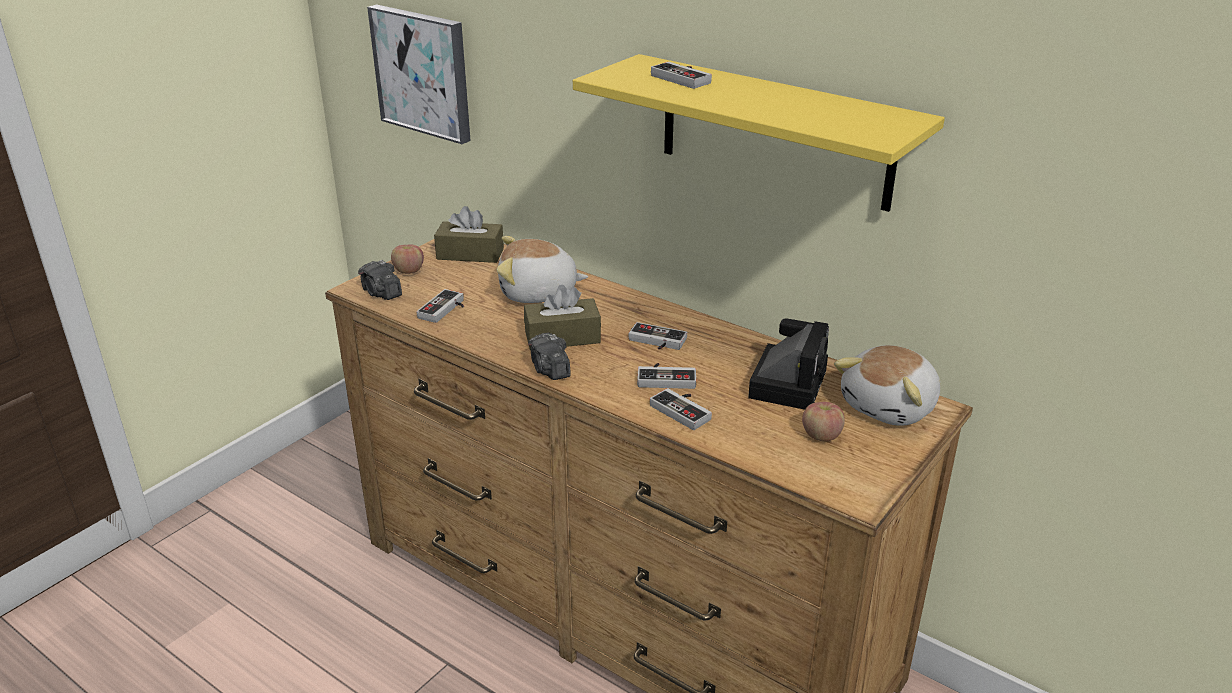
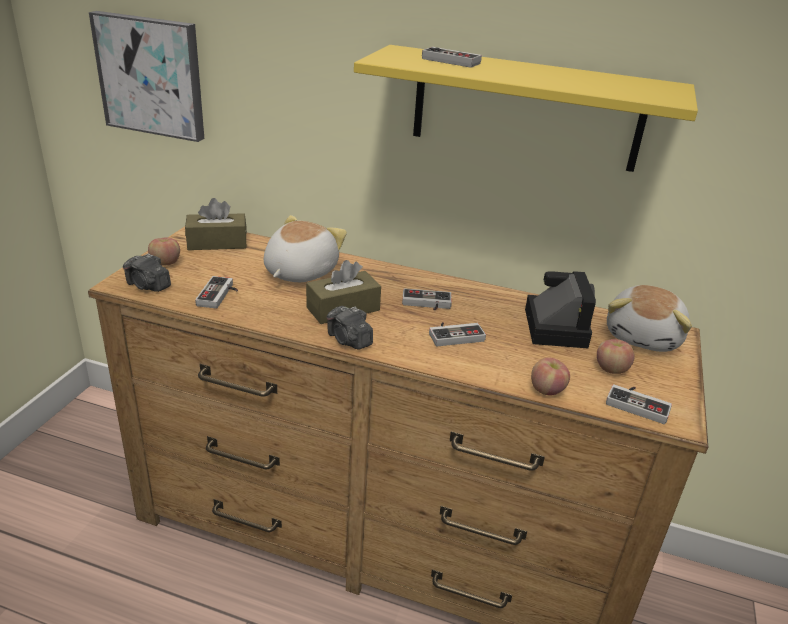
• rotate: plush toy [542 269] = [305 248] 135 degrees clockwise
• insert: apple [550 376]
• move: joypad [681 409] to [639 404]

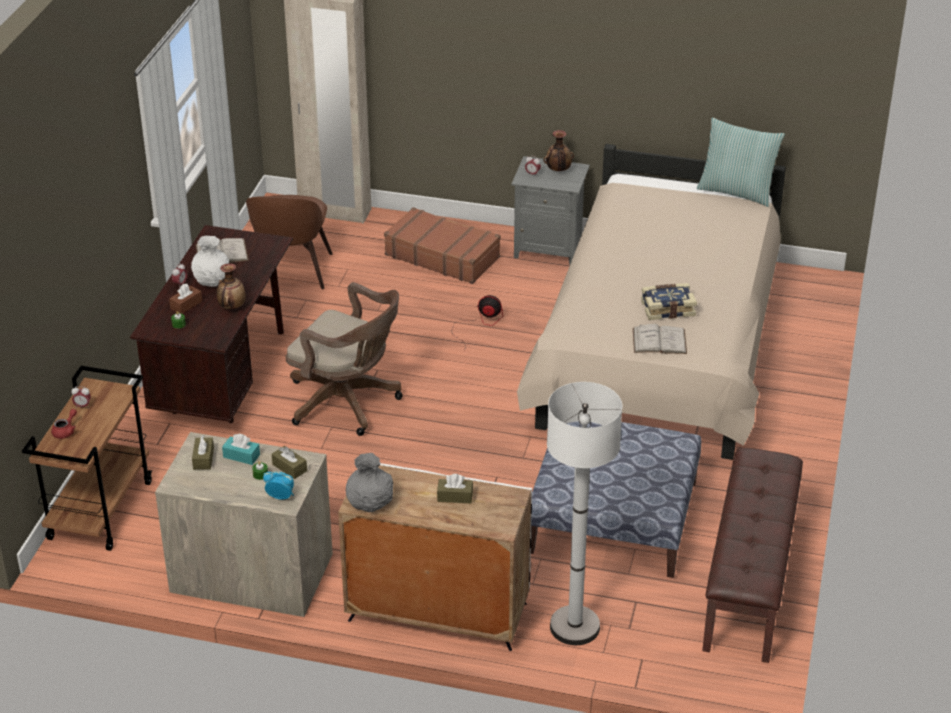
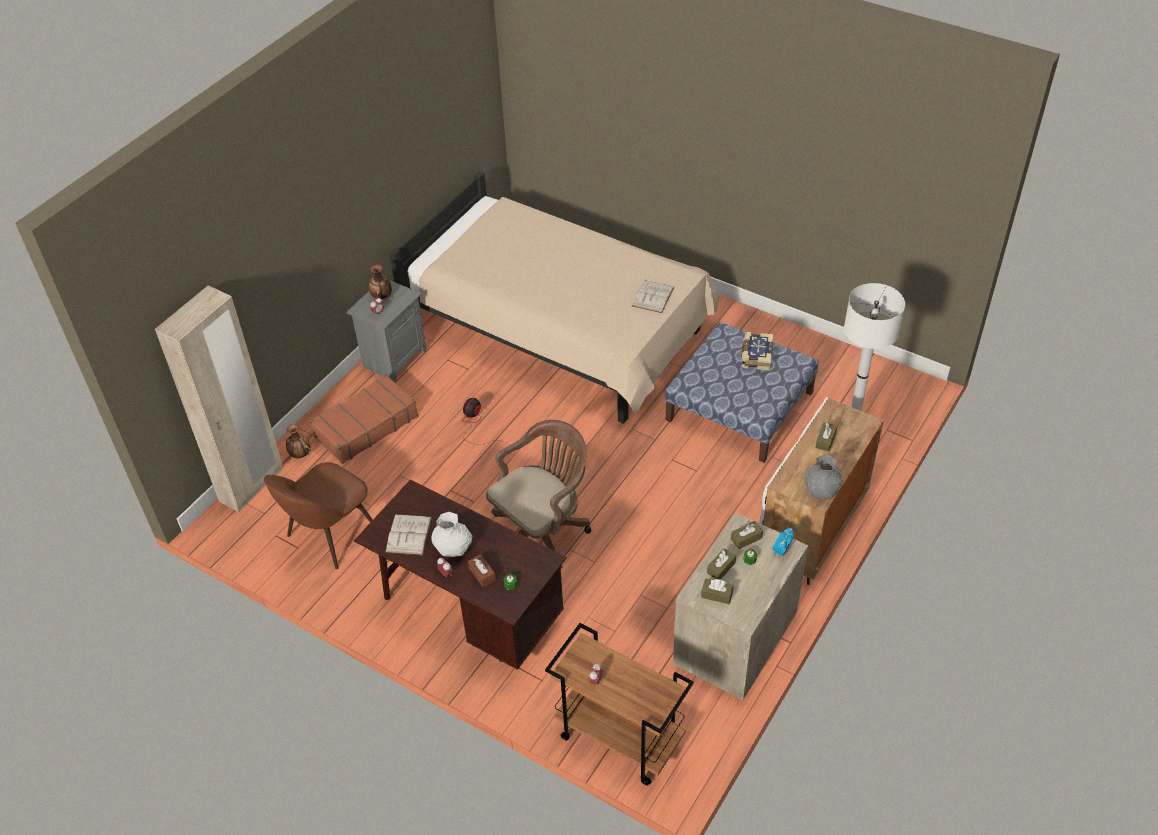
• rotate: brown upright chair [289 242] = [318 515] 105 degrees clockwise
• move: flower vase [231 286] to [298 441]
• recolor: blue-green tissue holder [241 449] to brown tissue holder [721 564]
• move: volume [669 301] to [757 351]
• delete: reddish tea pot [64 424]
• delete: throw pillow [741 162]
• delete: brown long seat [752 555]

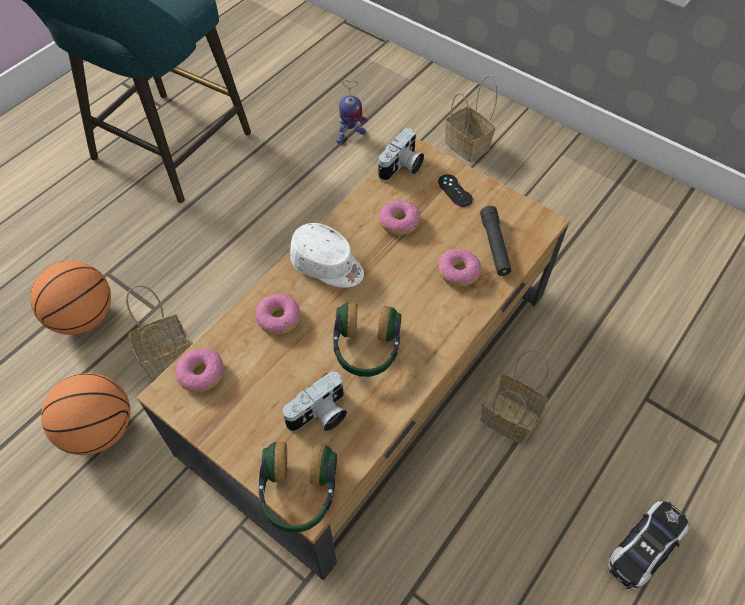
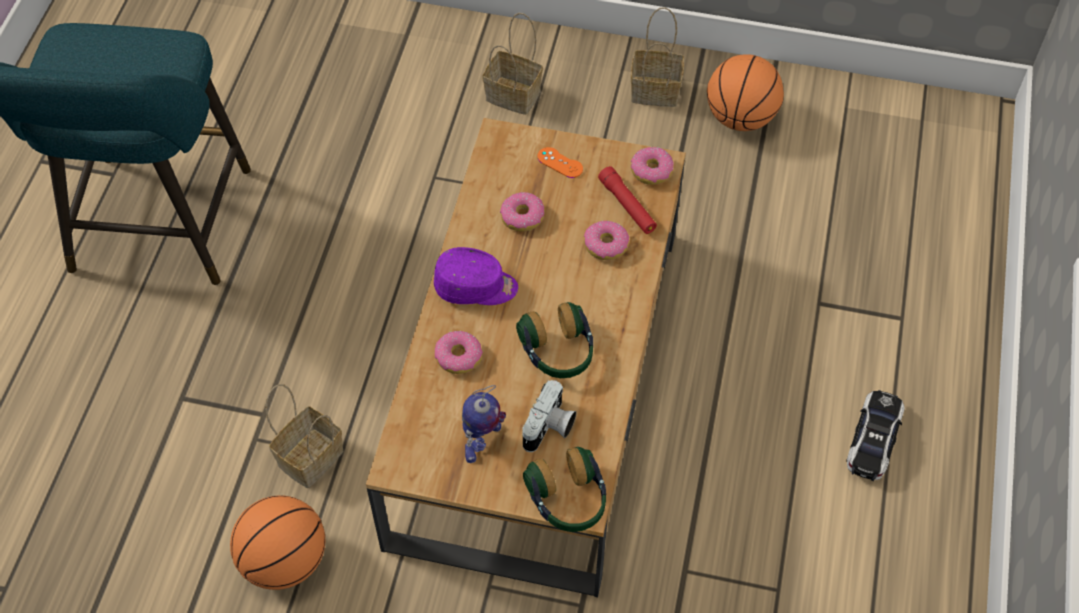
• recolor: white peaked cap [327 255] to purple peaked cap [476 276]
• move: model robot [352 112] to [484 424]
• recolor: black joypad [455 190] to orangey joypad [560 162]
• recolor: black flashlight [496 241] to reddish flashlight [627 200]
• move: storage basket [515 397] to [657 57]
• move: doughnut [200 370] to [652 166]
• move: basketball [70 298] to [745 92]
• delete: photo camera [401 154]

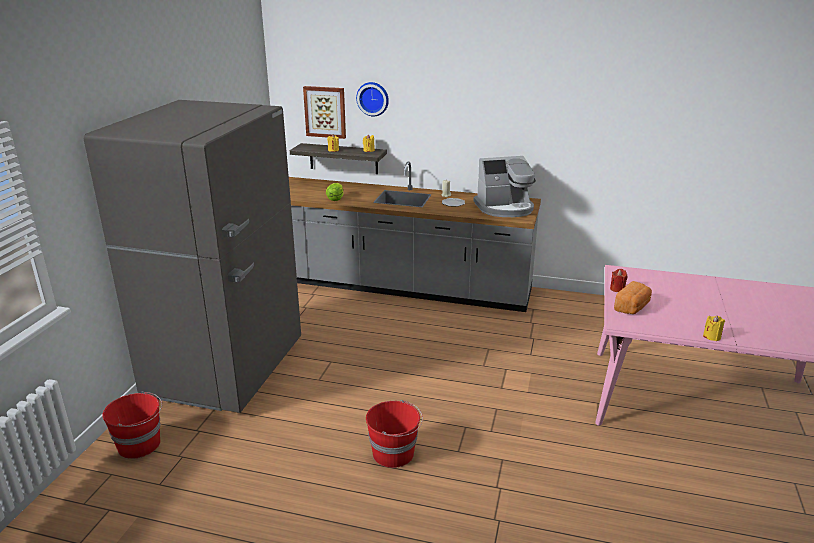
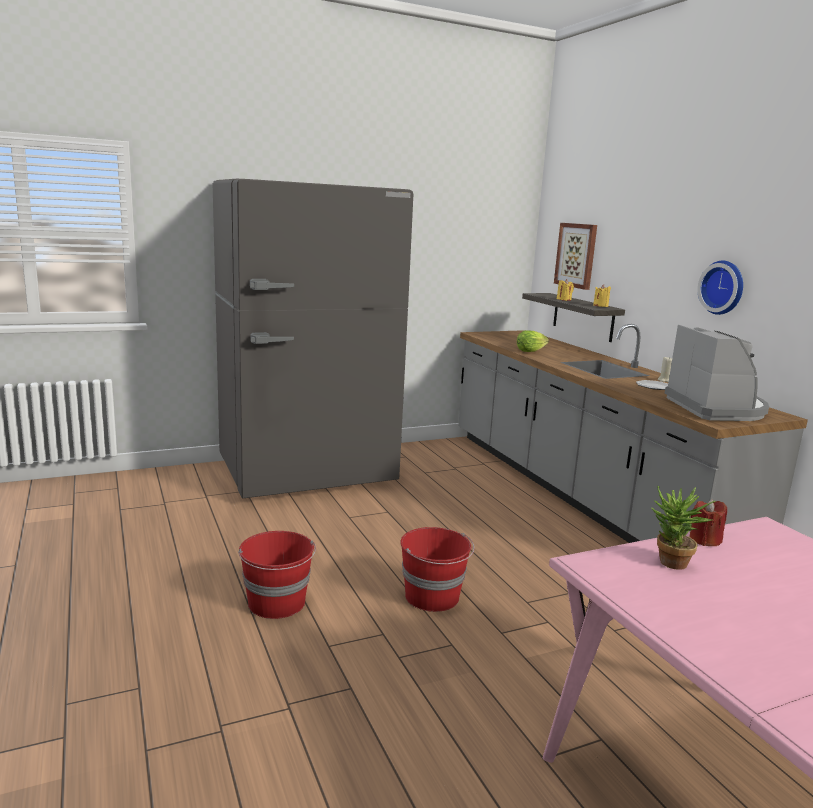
• move: reddish pail [132 425] to [437 569]
• replace: baked bread [633 297] to plant in a pot [683 528]
• rotate: coffee machine [504 186] = [716 373] 135 degrees counterclockwise
• move: clock on the wall [372 99] to [720 288]
• delete: yellowish candle [714 328]

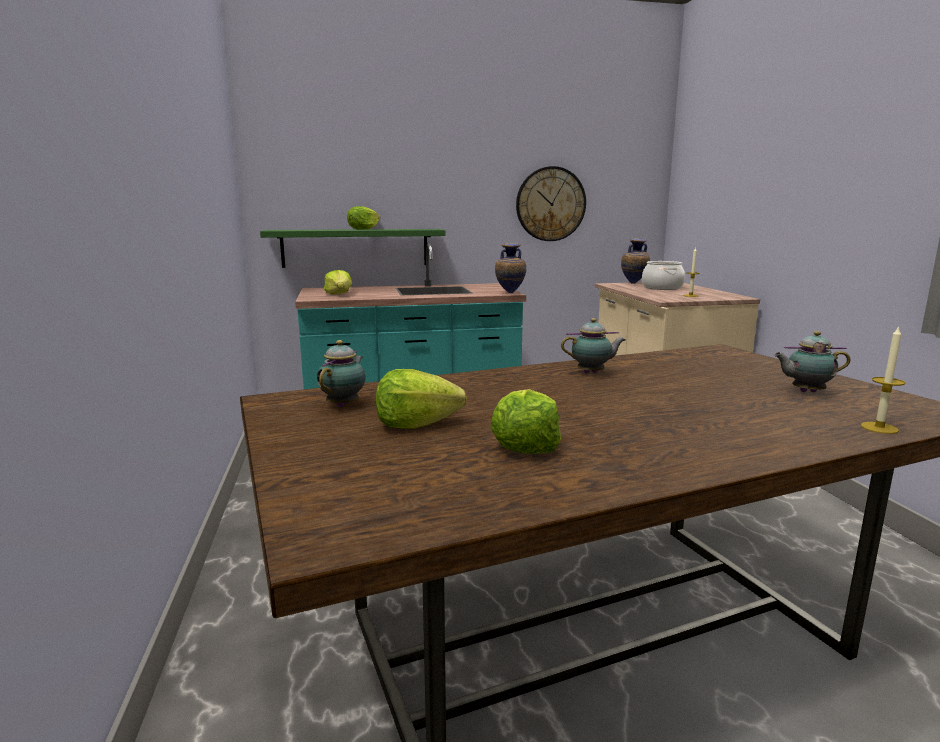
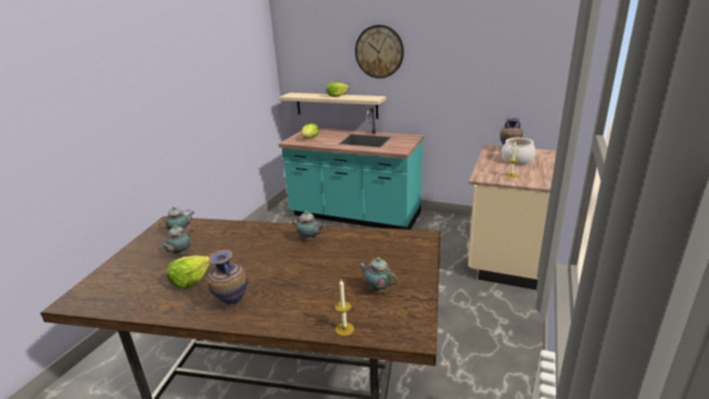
• replace: lettuce [421 399] to tea pot [176 240]
• move: flower vase [510 268] to [227 277]
• recolor: greenish wall shelf [352 248] to beige-coloured wall shelf [332 106]
• move: clock on the wall [551 203] to [379 51]

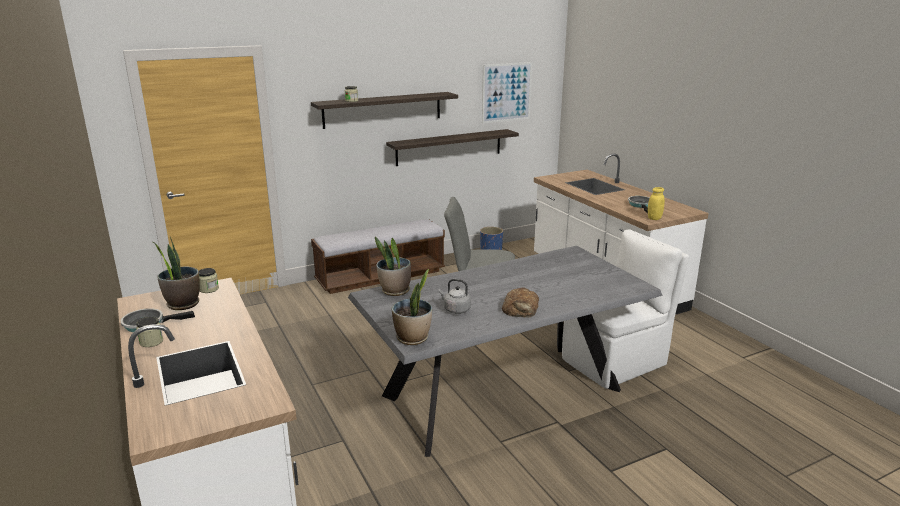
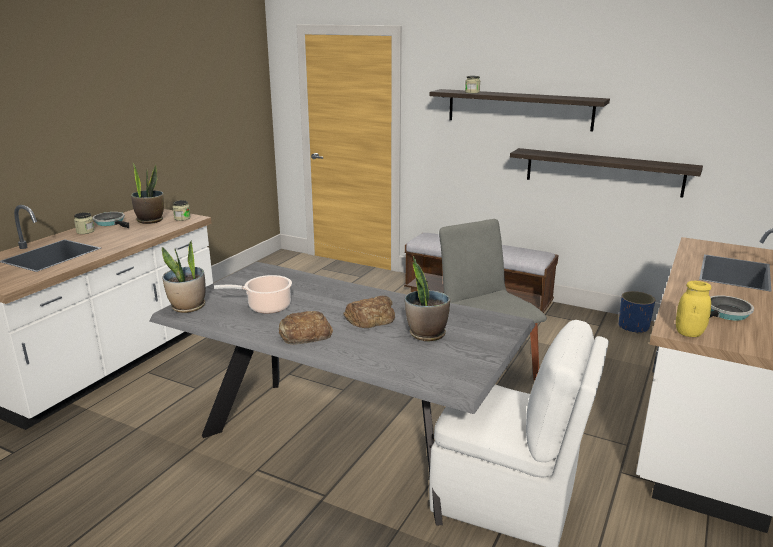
• replace: gray kettle [454 296] to saucepot [253 294]
• insert: baked bread [369 312]
• move: plant in a pot [393 266] to [427 298]
• delete: wall art [507 92]

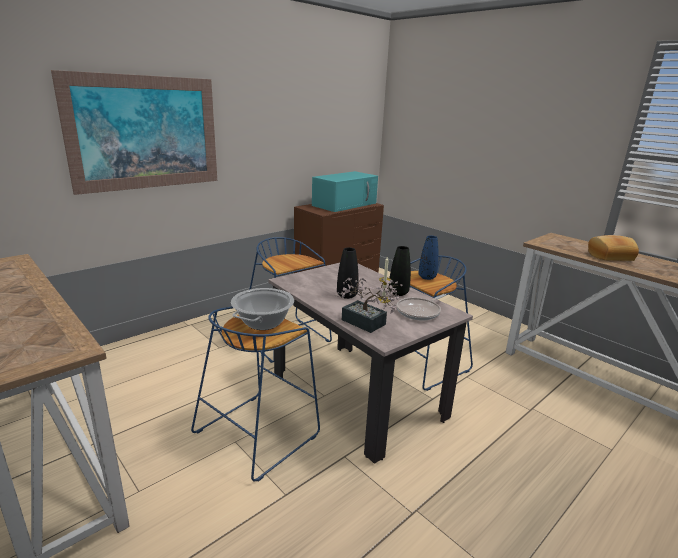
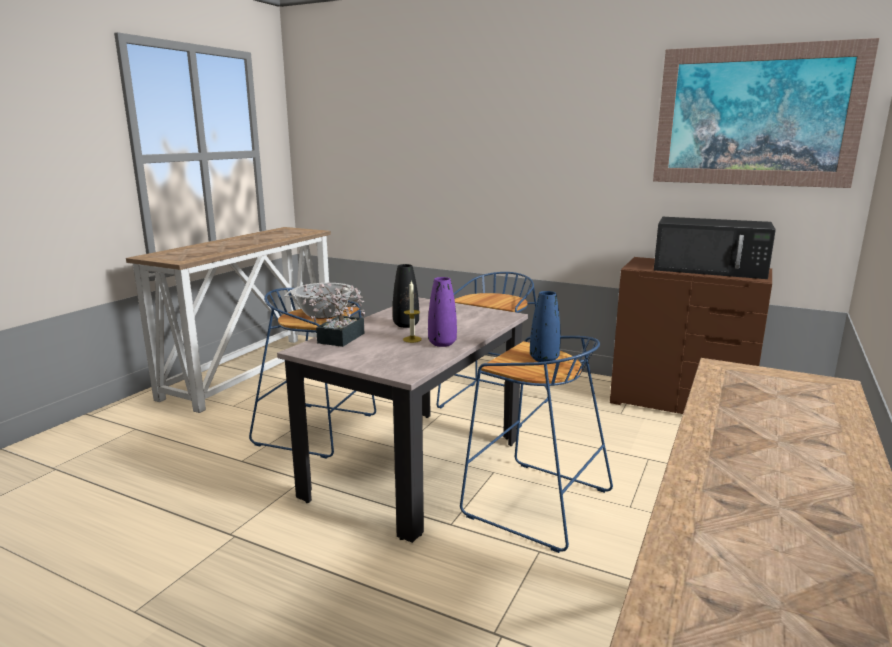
• recolor: black flower vase [400 271] to purple flower vase [442 312]
• move: wall art [134 132] to [766 113]
• recolor: blue-green microwave [345 191] to black microwave [715 248]
• delete: pan [421 307]
• delete: baked bread [613 248]

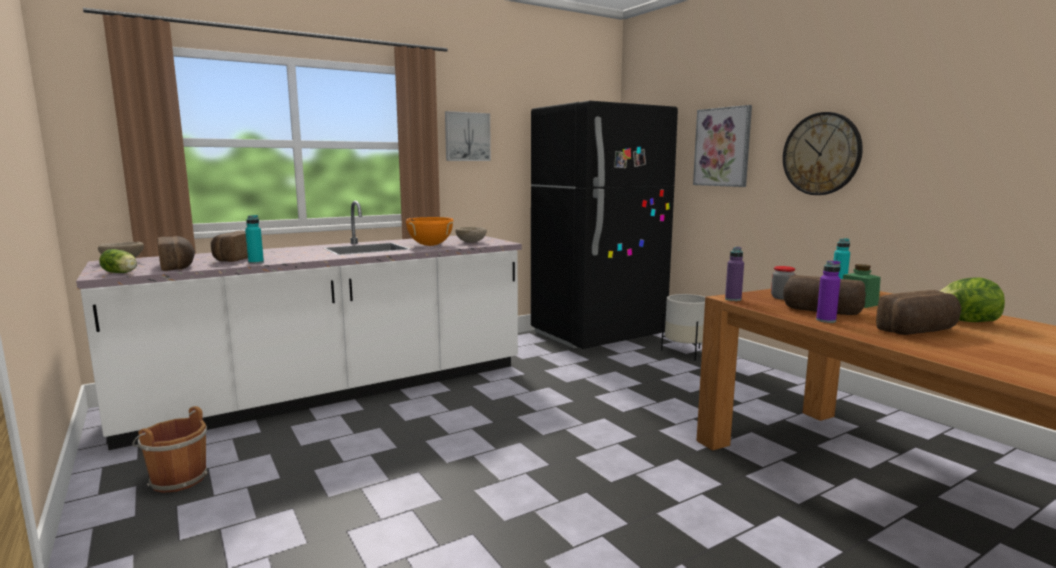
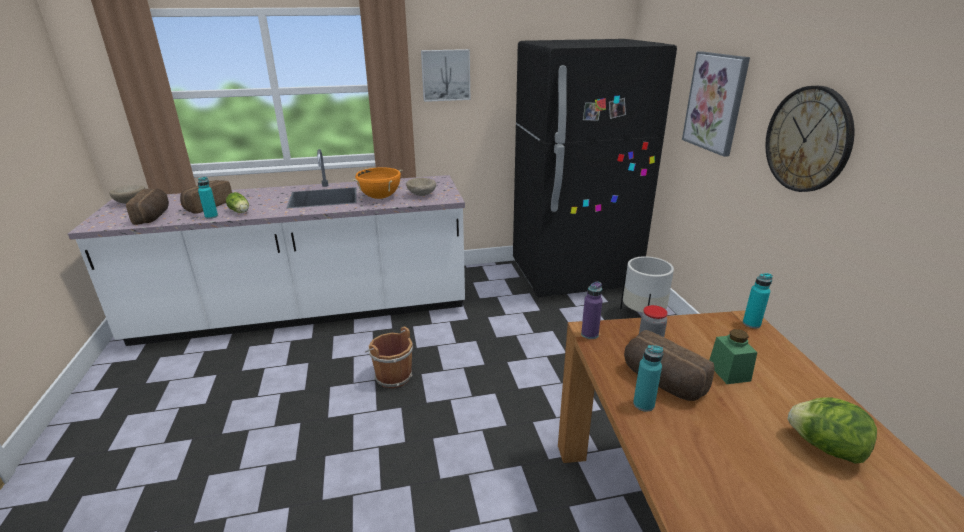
• move: lettuce [118 261] to [237 202]
• move: brown pail [170 449] to [389 357]
• recolor: purple drink bottle [828 292] to blue-green drink bottle [648 378]
• delete: baked bread [918 312]

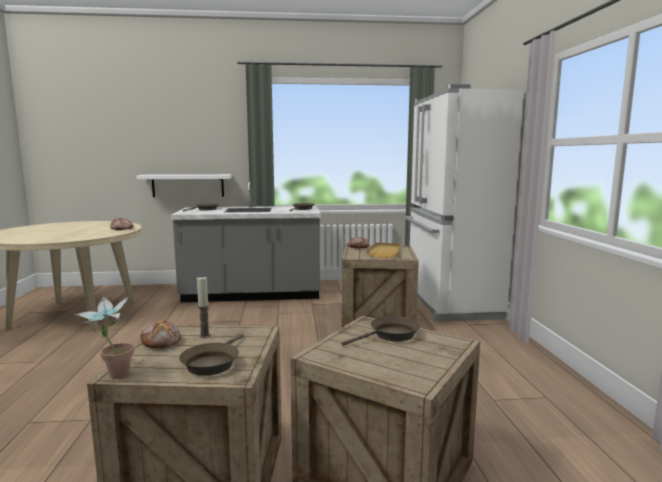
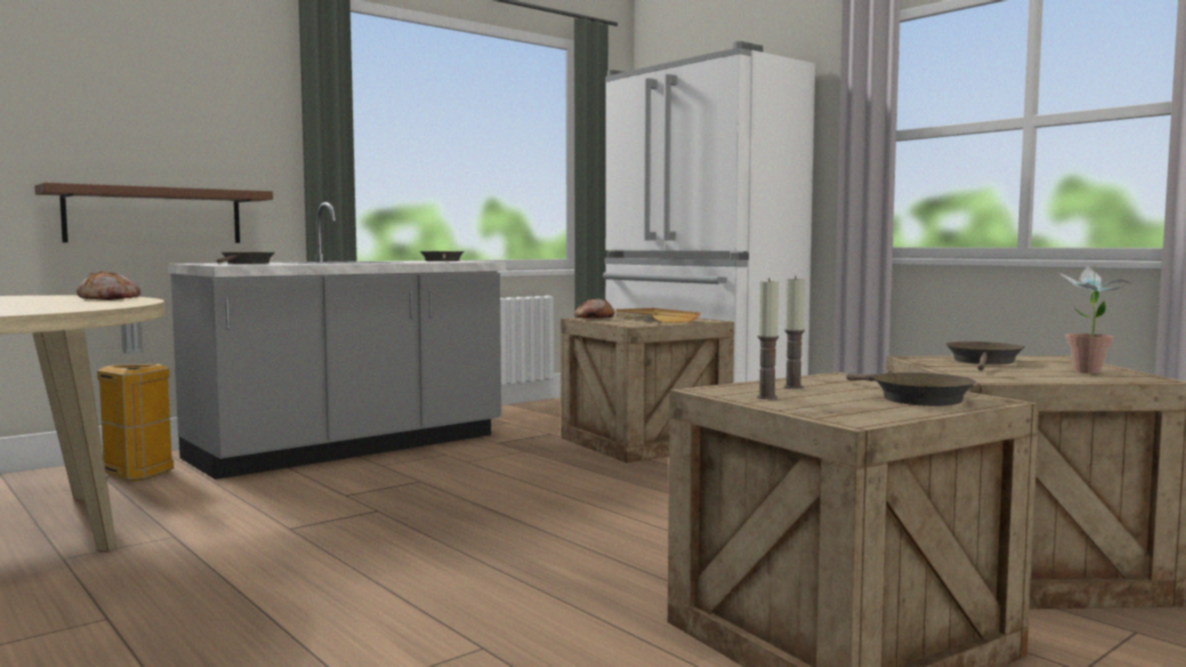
• recolor: white wall shelf [184 185] to brown wall shelf [154 212]
• insert: trash can [135 401]
• replace: baked bread [160 335] to candle [768 338]
• move: plant in a pot [104 337] to [1094 319]

